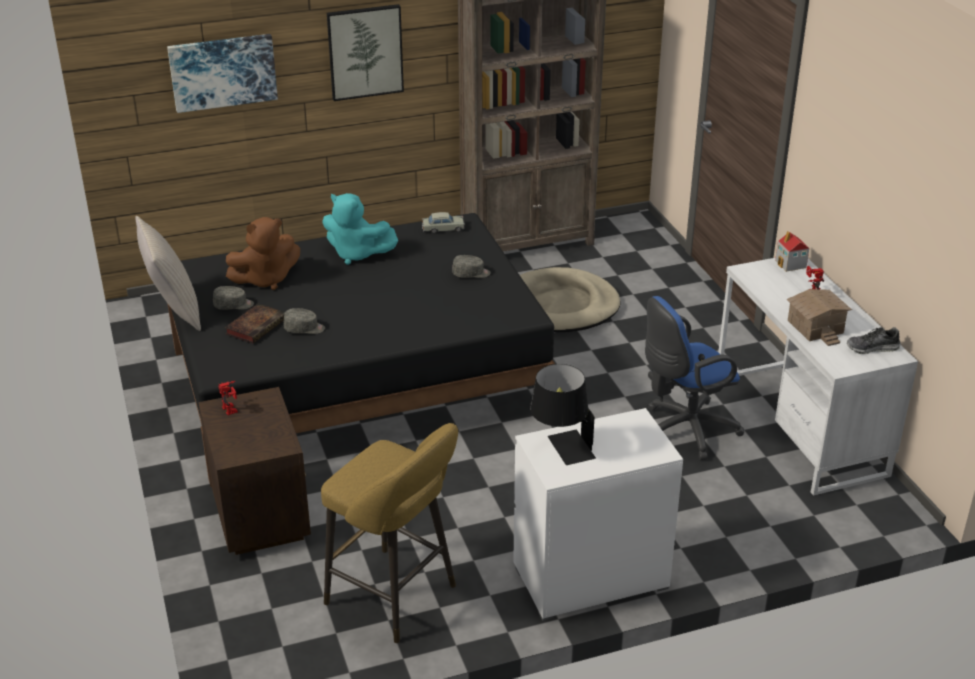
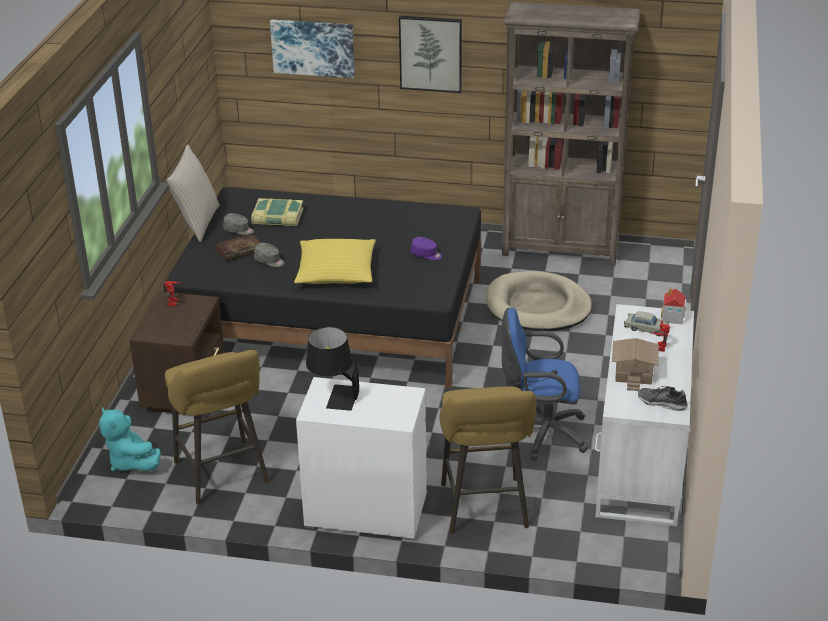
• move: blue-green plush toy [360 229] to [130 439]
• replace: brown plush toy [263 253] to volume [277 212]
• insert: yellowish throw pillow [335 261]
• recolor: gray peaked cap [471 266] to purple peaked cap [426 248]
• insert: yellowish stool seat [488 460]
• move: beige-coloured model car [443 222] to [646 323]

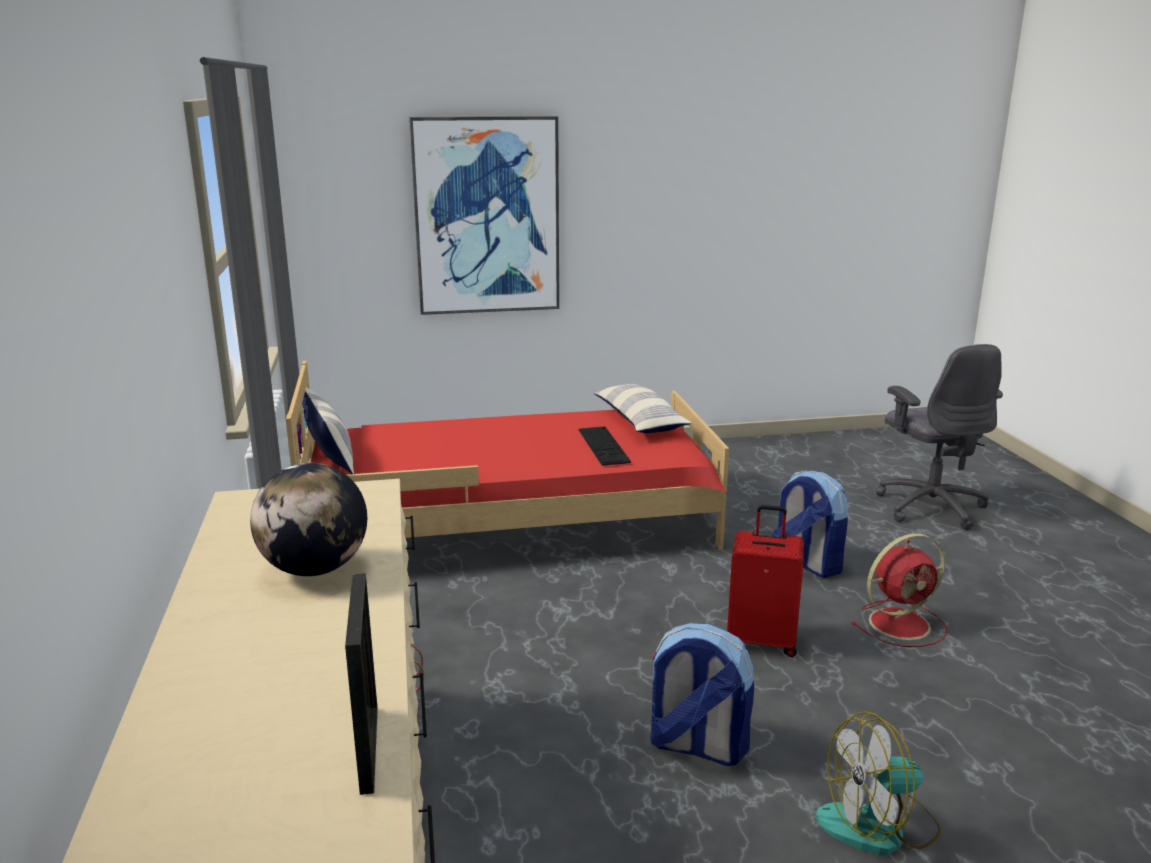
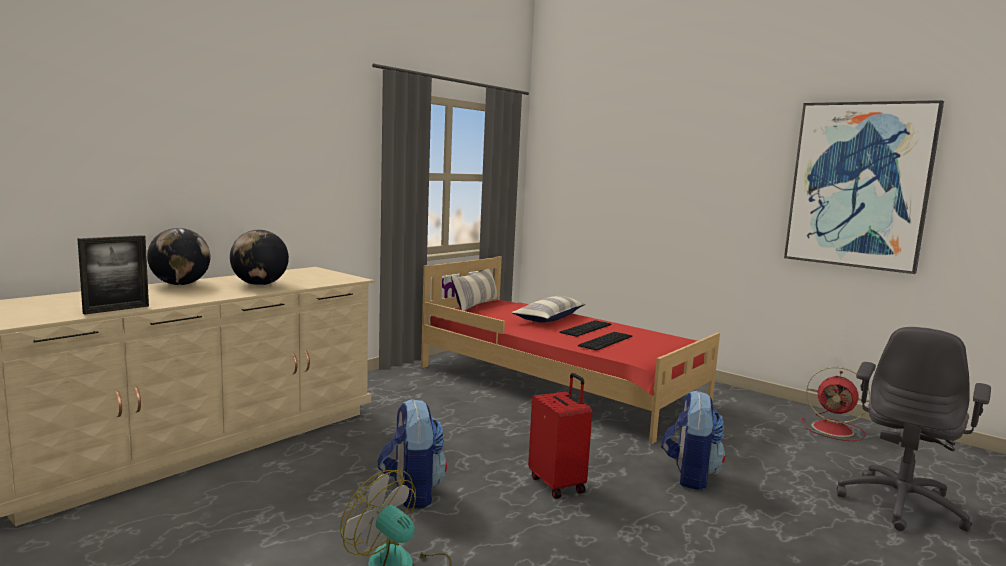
• insert: world globe [179 256]
• move: throw pillow [643 408] to [548 309]
• insert: computer keyboard [585 328]
• move: wall art [484 215] to [864 187]
• move: reddish cooling fan [899 590] to [836 404]

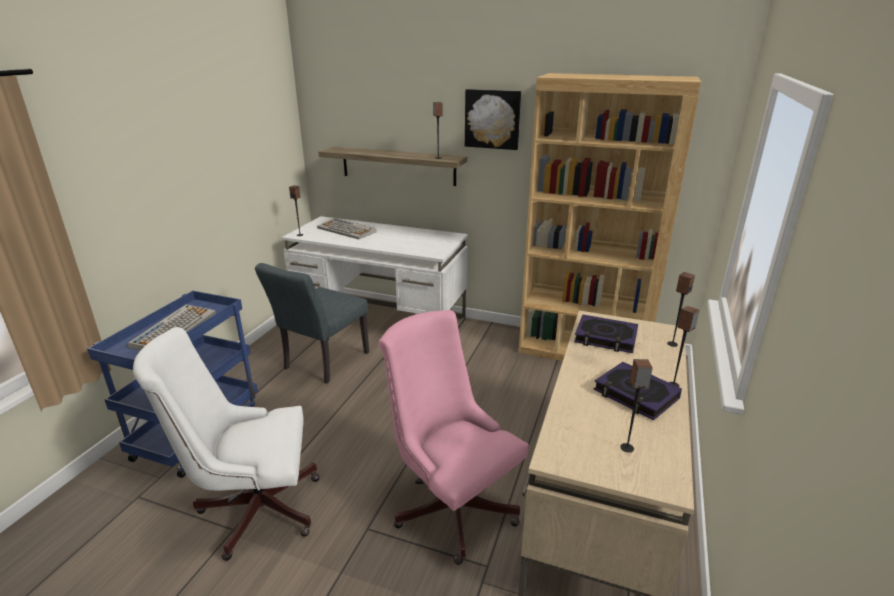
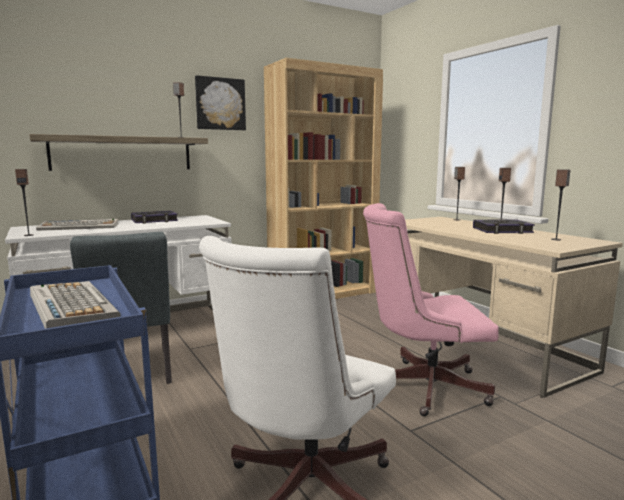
• move: volume [606 334] to [154 217]

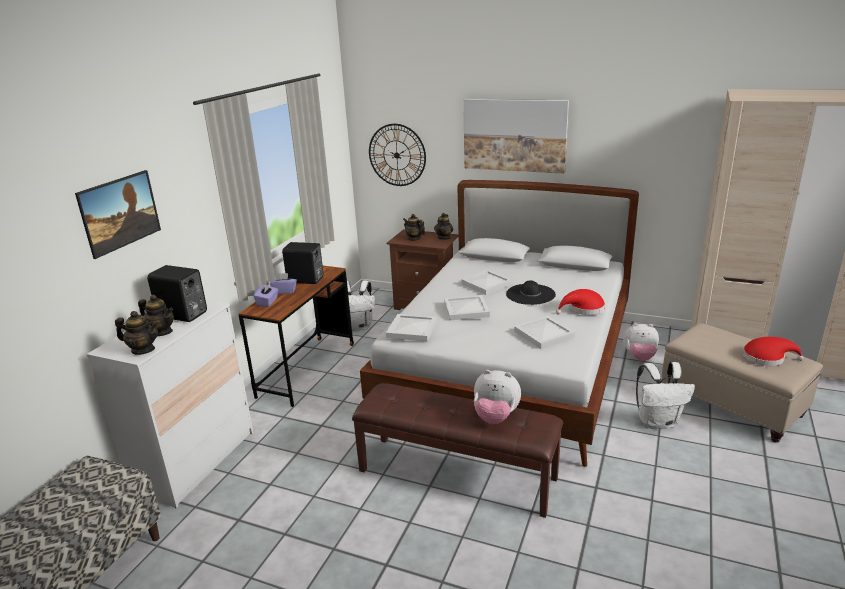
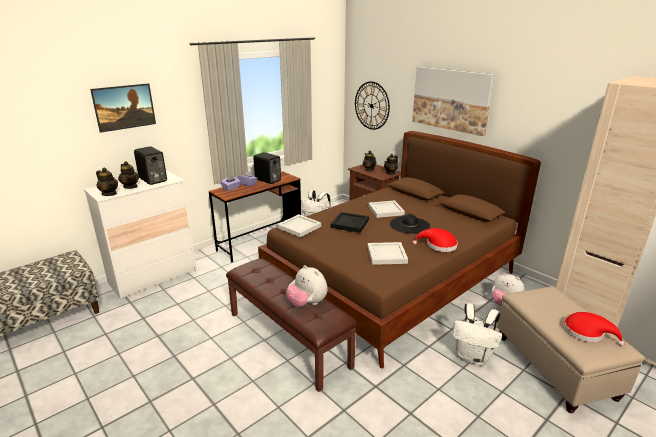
• recolor: white bed [499 323] to brown bed [399 249]
• recolor: white serving tray [467 307] to black serving tray [350 222]

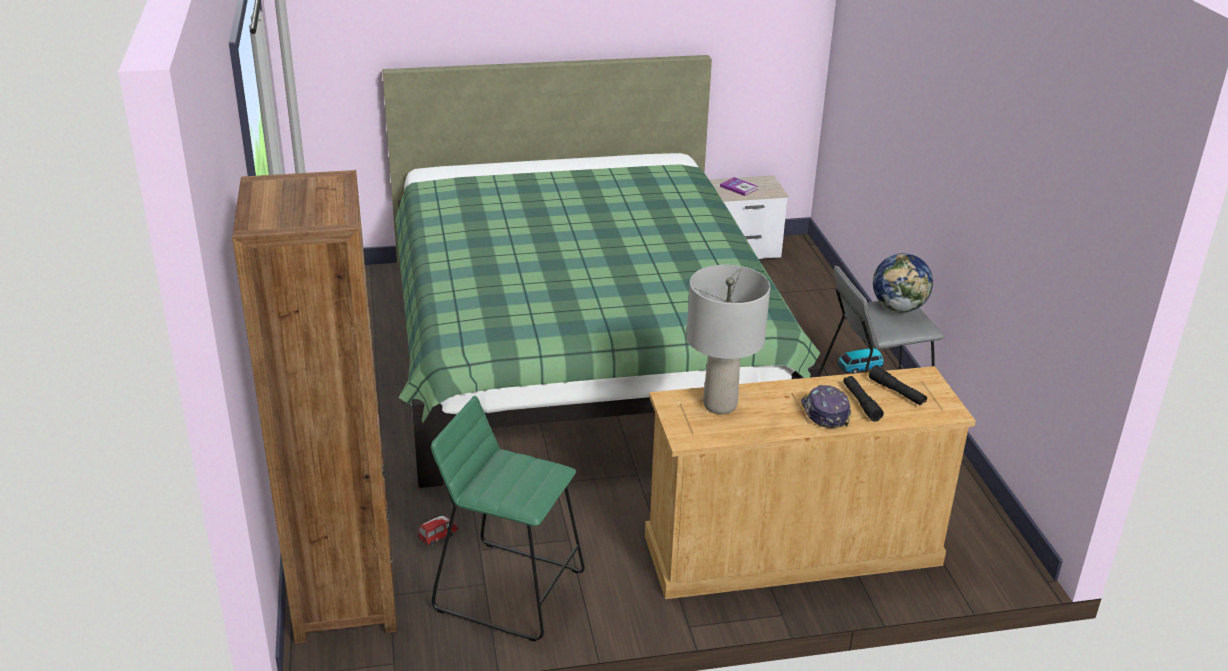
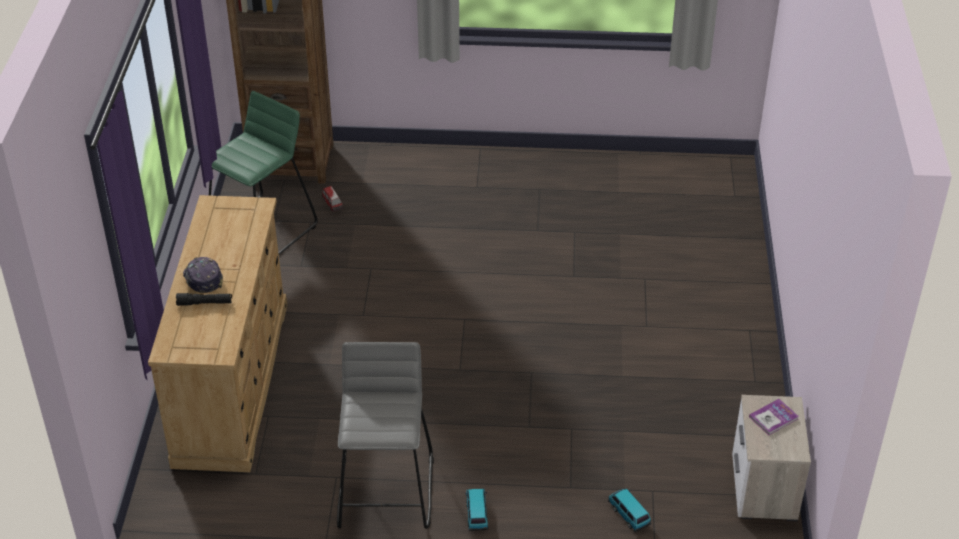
• rotate: peaked cap [826 406] = [203 275] 120 degrees counterclockwise
• insert: model car [629 510]
• delete: greenish bed [601 271]
• delete: gray tabletop lamp [728 339]
• delete: black flashlight [898 385]
• delete: world globe [903 282]

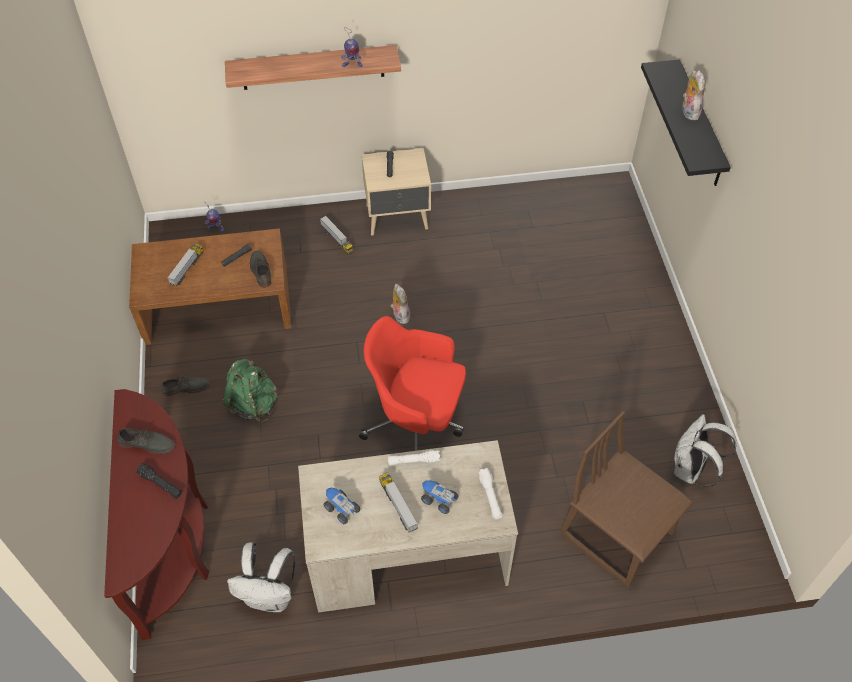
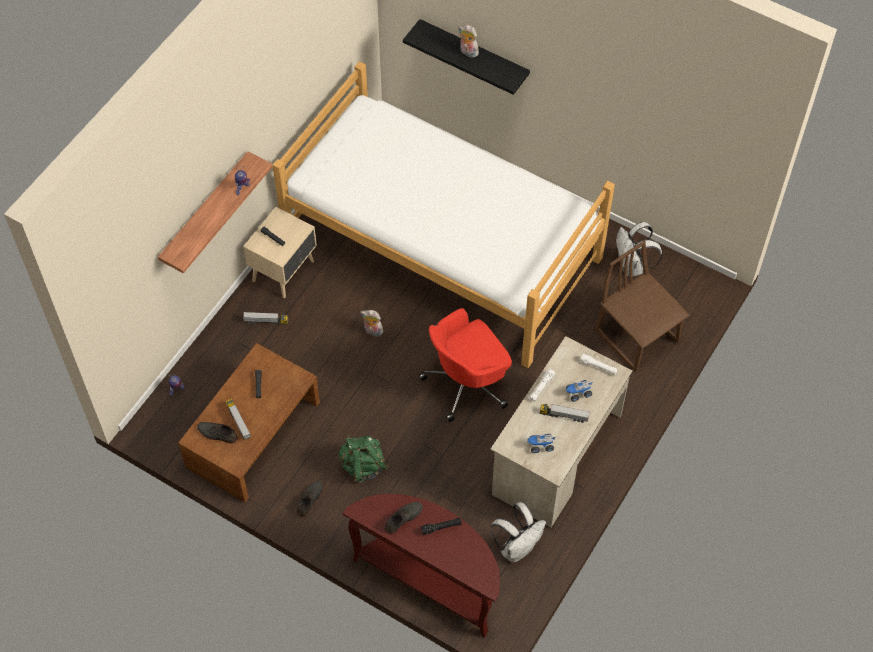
• move: gray shoe [260 269] to [217 433]
• insert: bed [443 214]
• rotate: brown upright chair [626 499] = [642 307] 60 degrees clockwise

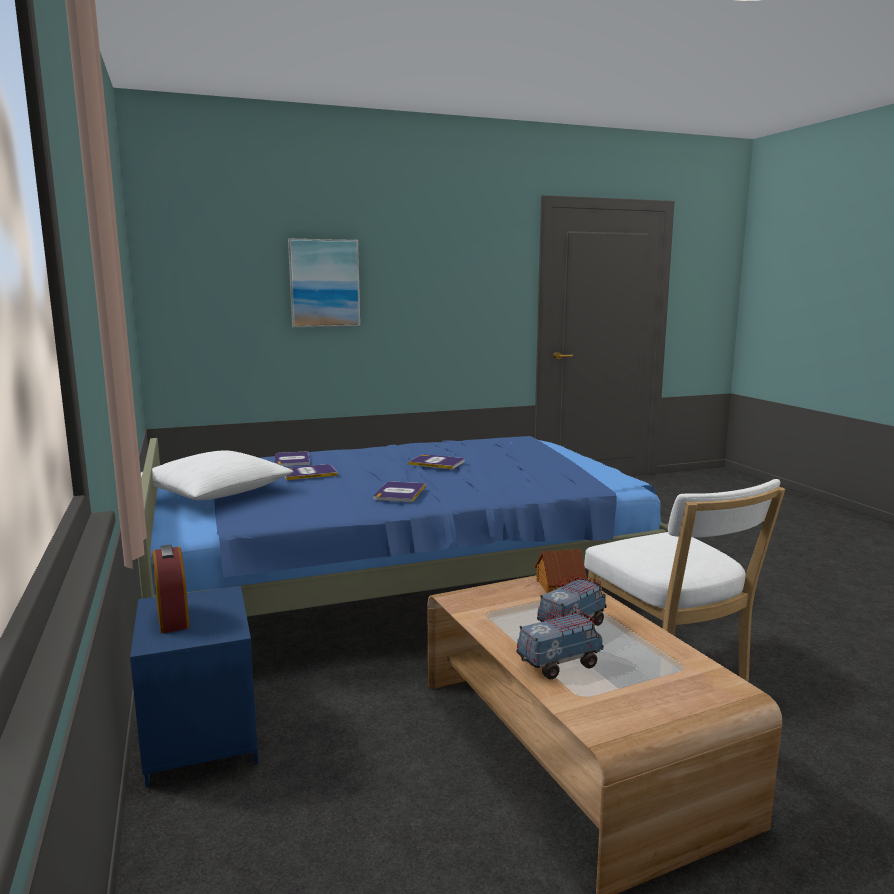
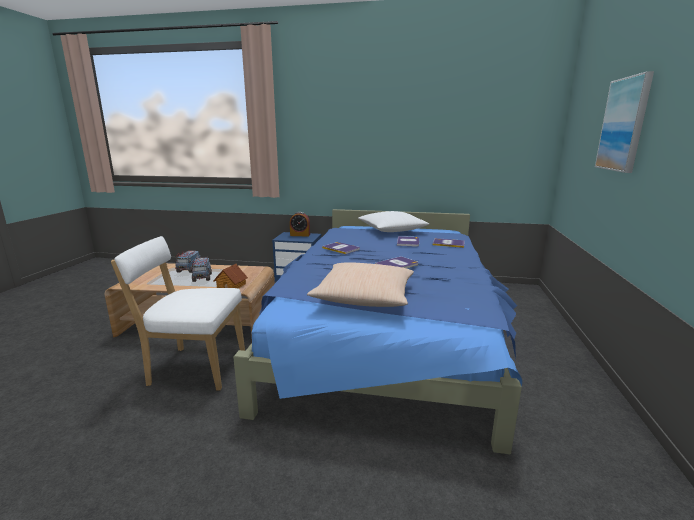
• insert: beige-coloured throw pillow [360 284]

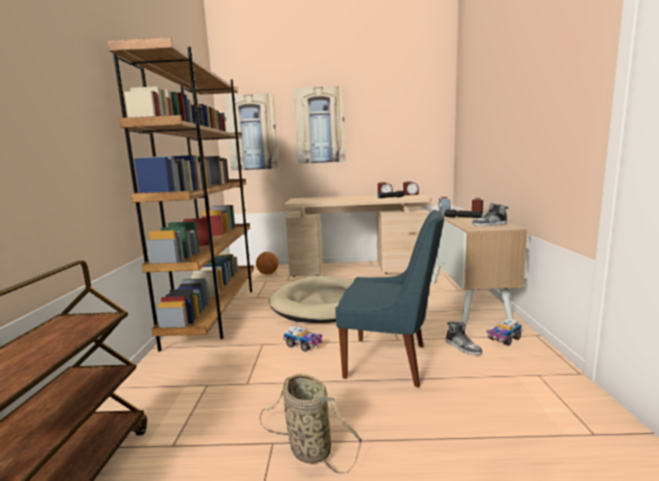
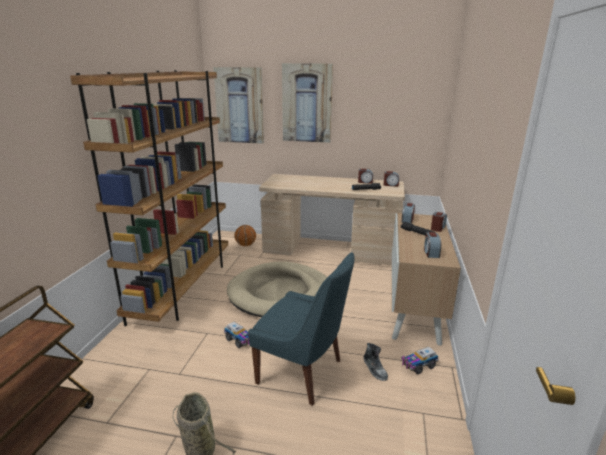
• replace: shoe [490 214] to table clock [432 245]

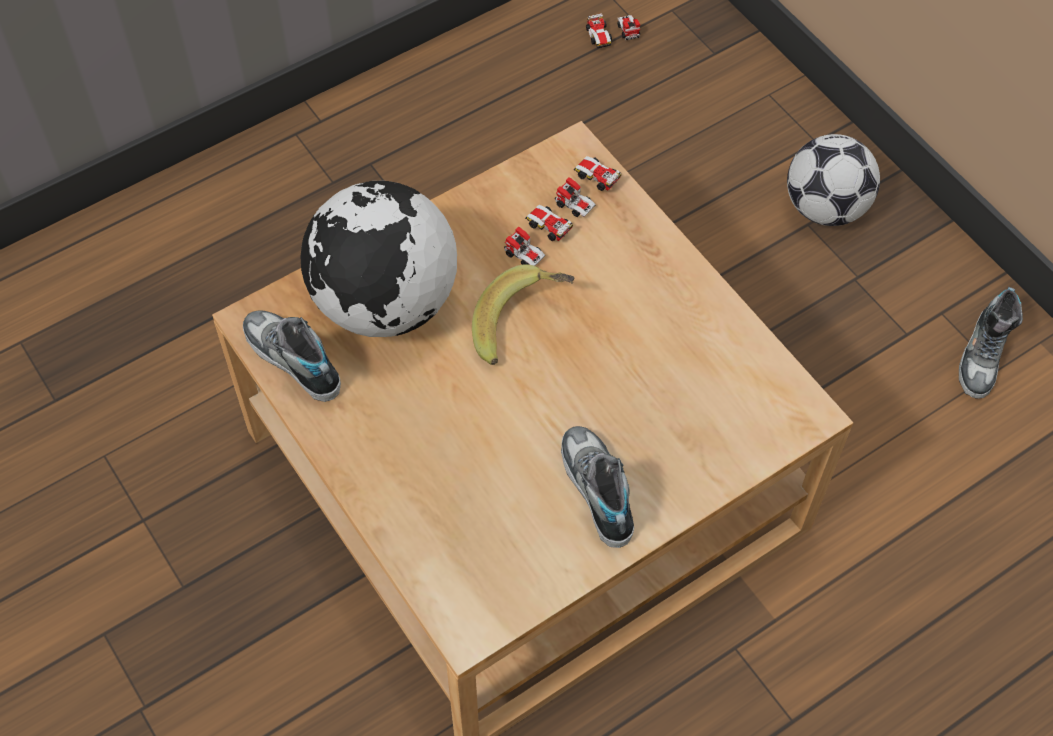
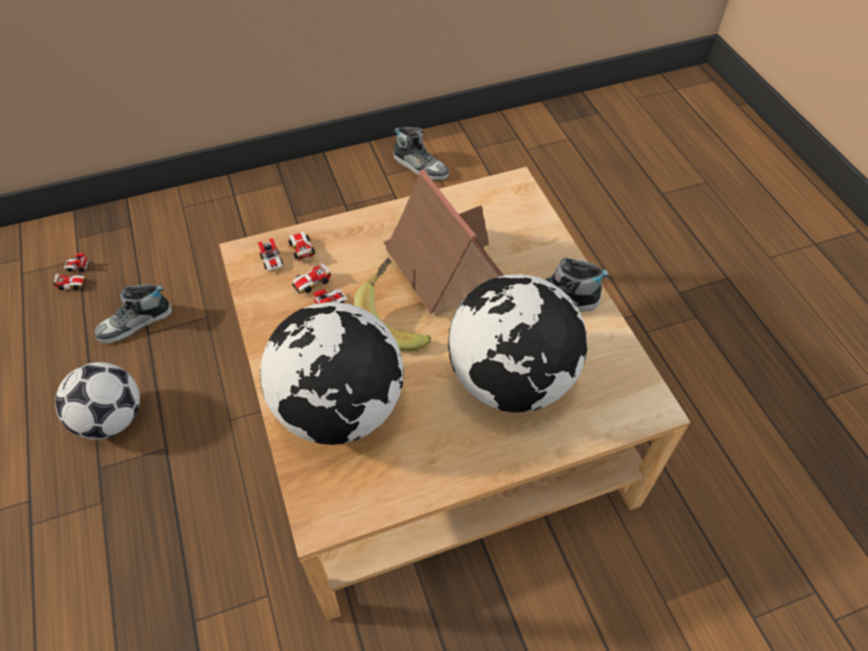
• move: ball for football [833 180] to [97 401]
• move: shoe [292 356] to [133 314]
• rotate: model car [588 186] = [286 251] 105 degrees clockwise
• insert: toy house [443 242]
• insert: world globe [517 343]

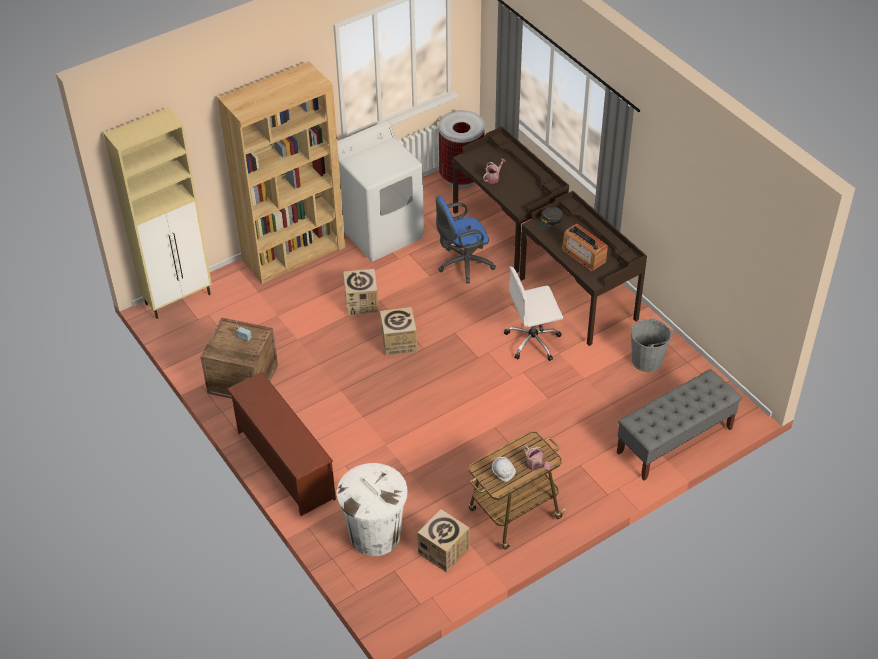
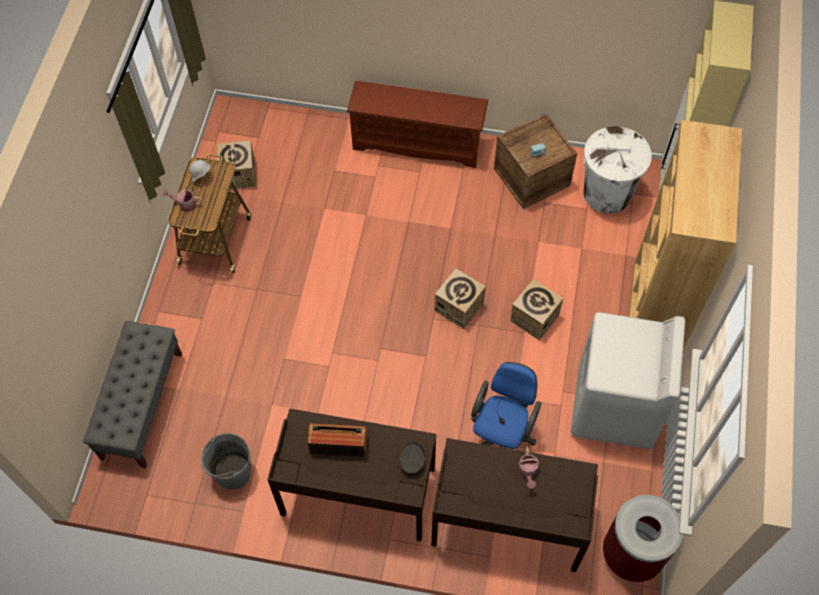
• move: white trash can [372 509] to [617 169]
• delete: white office chair [533 313]

